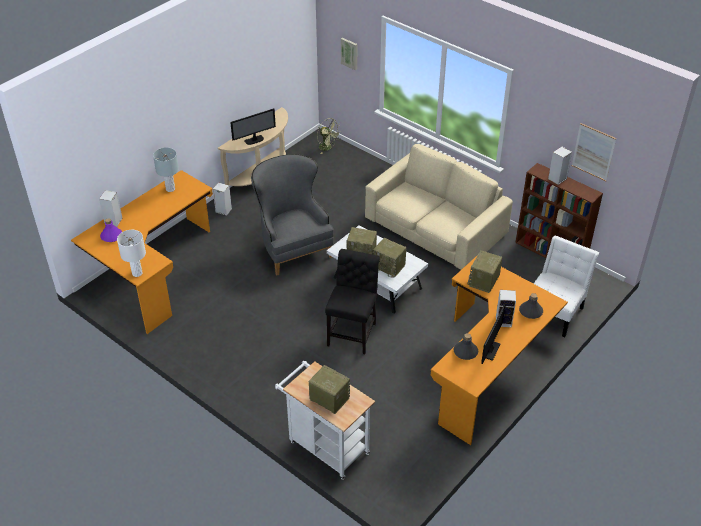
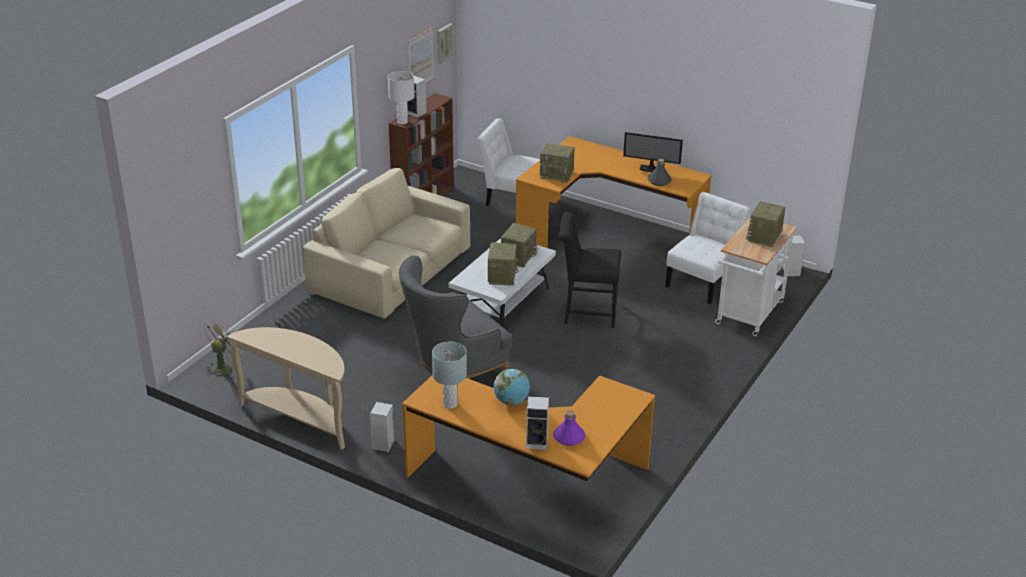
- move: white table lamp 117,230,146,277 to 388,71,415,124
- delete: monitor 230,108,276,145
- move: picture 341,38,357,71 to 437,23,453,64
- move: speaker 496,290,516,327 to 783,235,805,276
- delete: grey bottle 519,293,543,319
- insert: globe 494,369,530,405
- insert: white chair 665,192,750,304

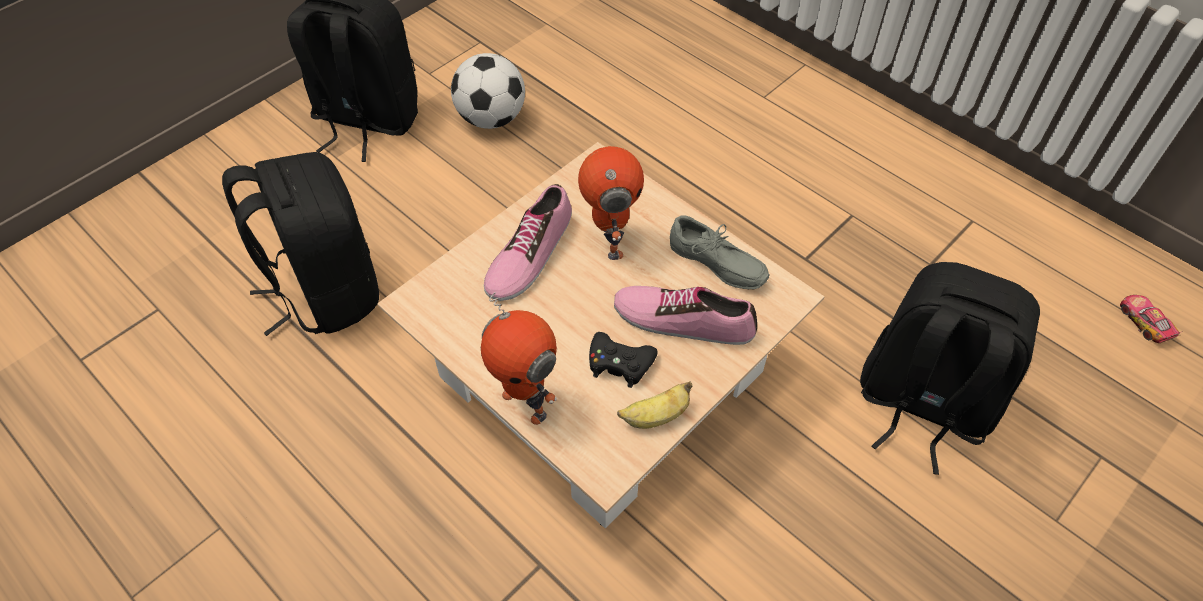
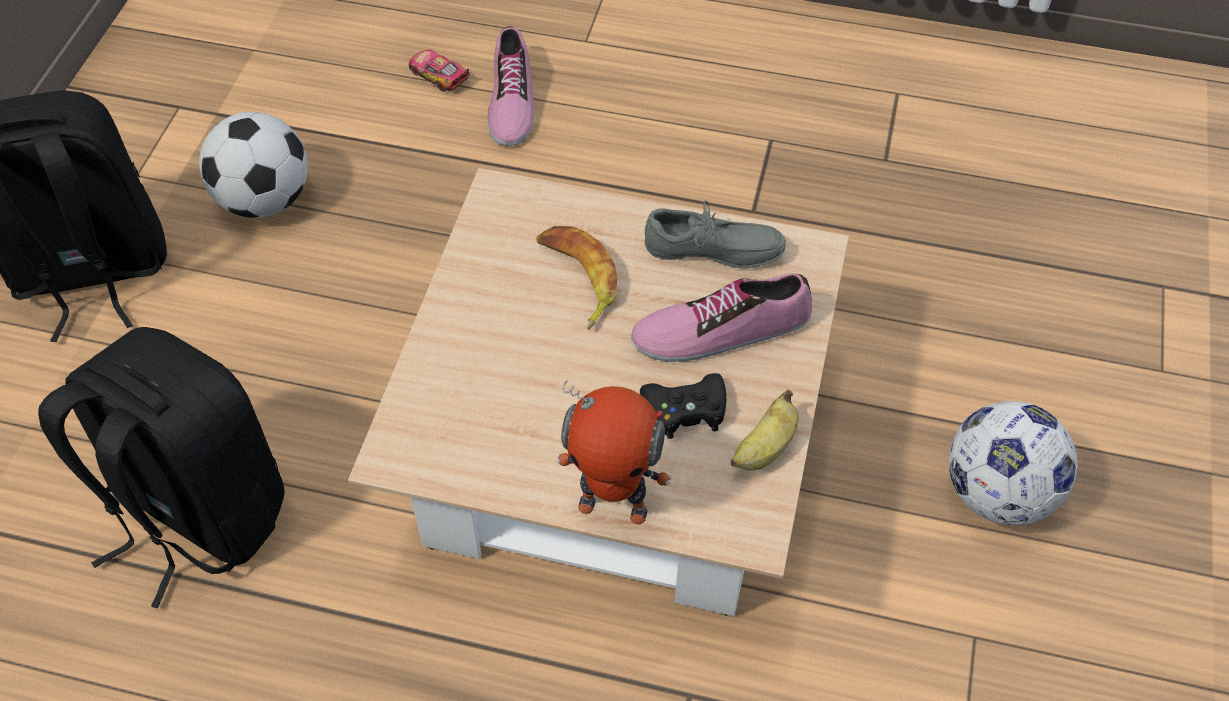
- move: shoe 484,184,572,301 to 487,26,535,146
- replace: toy robot 578,146,644,260 to banana 536,226,617,329
- delete: black backpack 860,262,1040,475
- move: toy car 1120,295,1183,343 to 409,50,470,92
- insert: football 948,401,1078,525

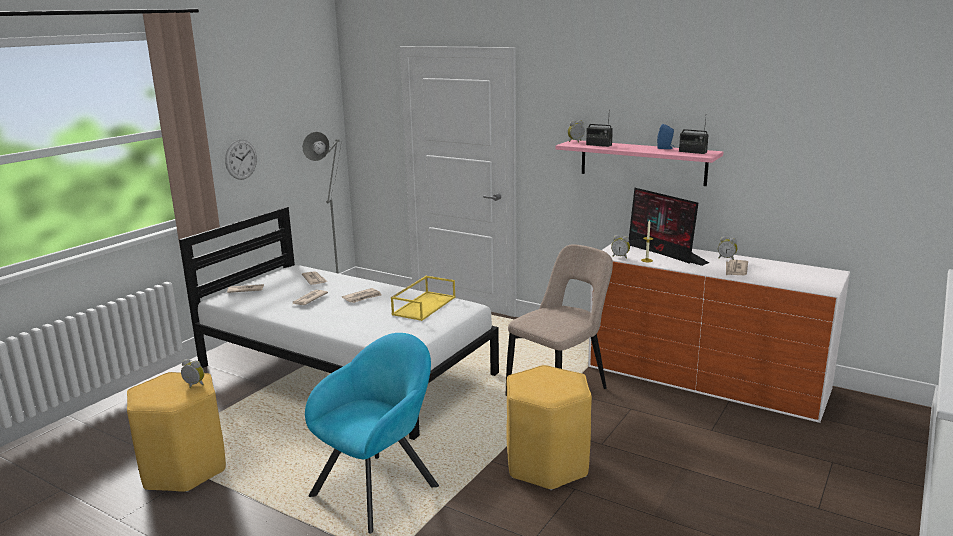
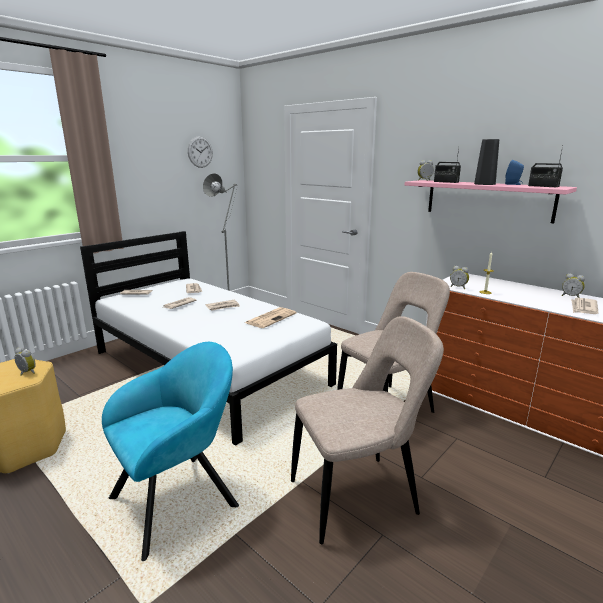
- move: wall clock 225,140,257,180 to 188,136,213,168
- replace: yellow tray 391,276,455,321 to newspaper 245,307,296,328
- replace: yellow stool 506,365,592,490 to beige chair 291,316,444,544
- delete: monitor 629,188,709,266
- insert: black vase 474,139,499,185

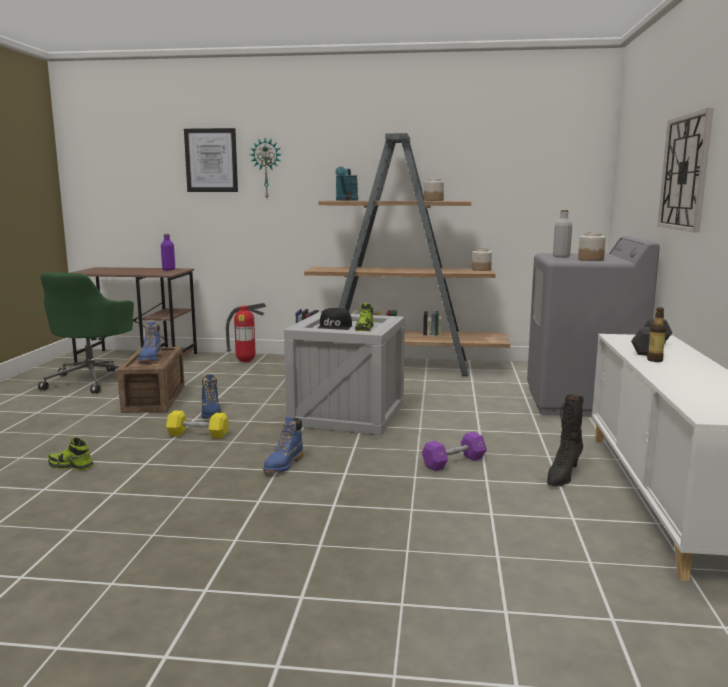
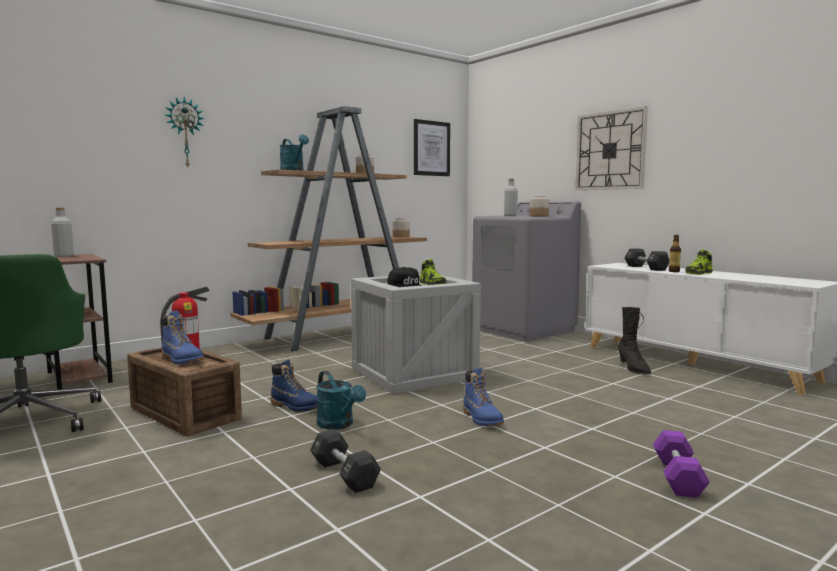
- move: shoe 48,438,93,470 to 685,250,712,275
- recolor: purple bottle 161,234,175,270 to grey bottle 51,208,74,257
- replace: yellow dumbbell 166,410,229,439 to turquoise watering can 316,371,366,430
- move: picture 184,128,238,192 to 414,119,450,176
- move: purple dumbbell 422,432,487,471 to 653,430,710,498
- insert: black dumbbell 310,429,381,493

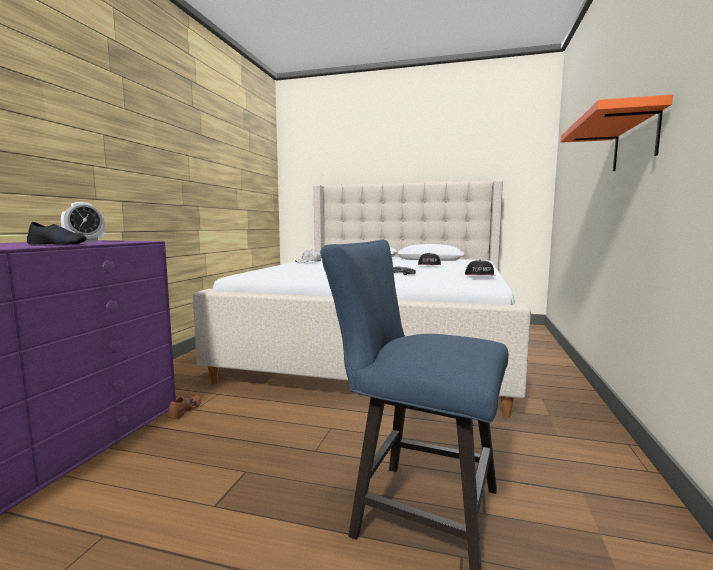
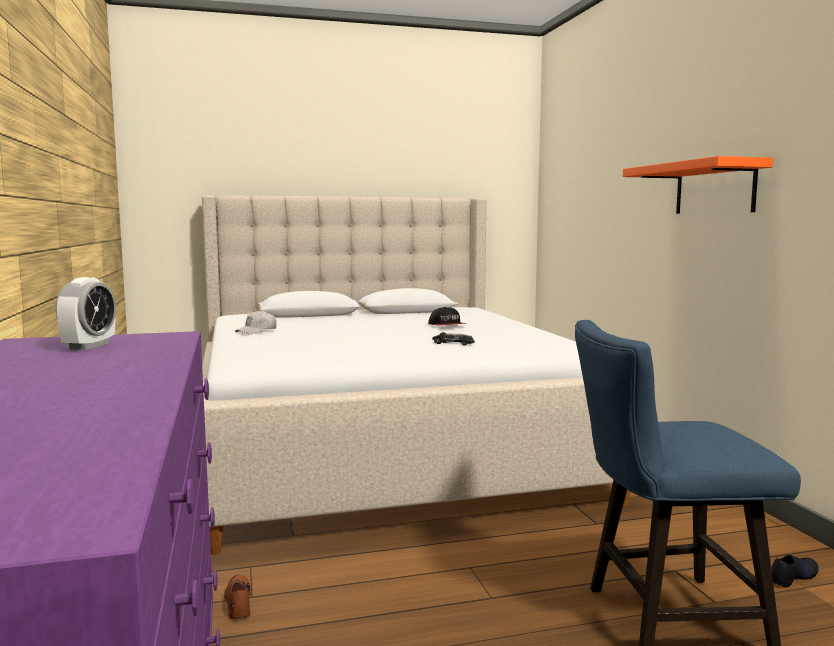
- move: black shoe 27,222,87,245 to 771,555,819,587
- delete: cap 465,260,497,276

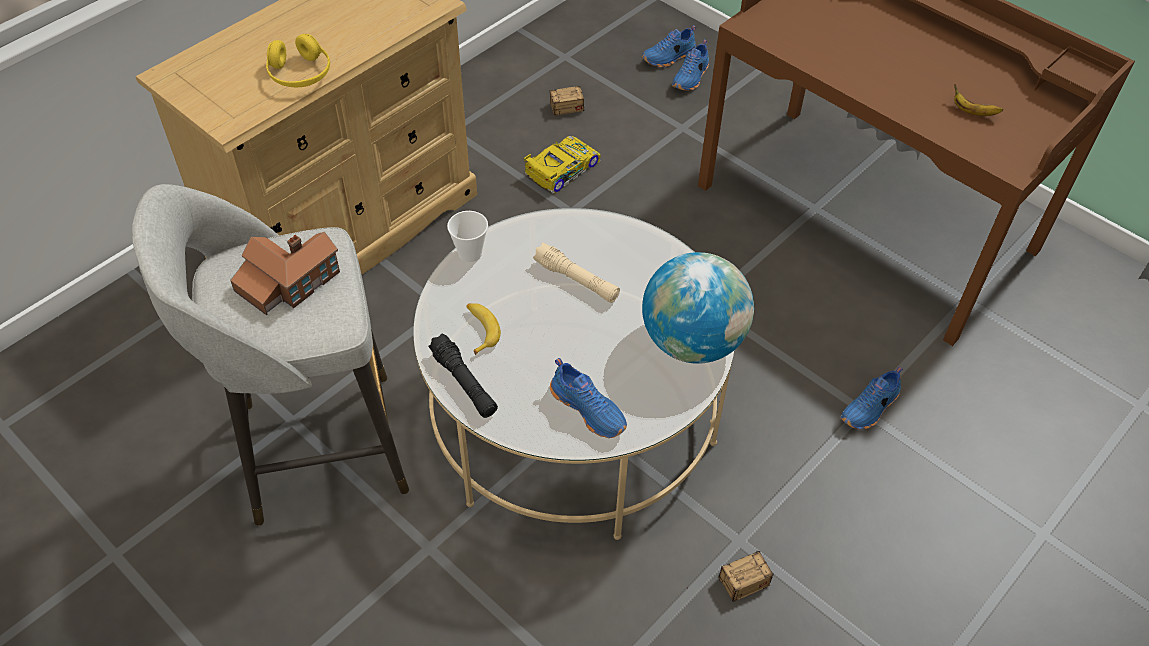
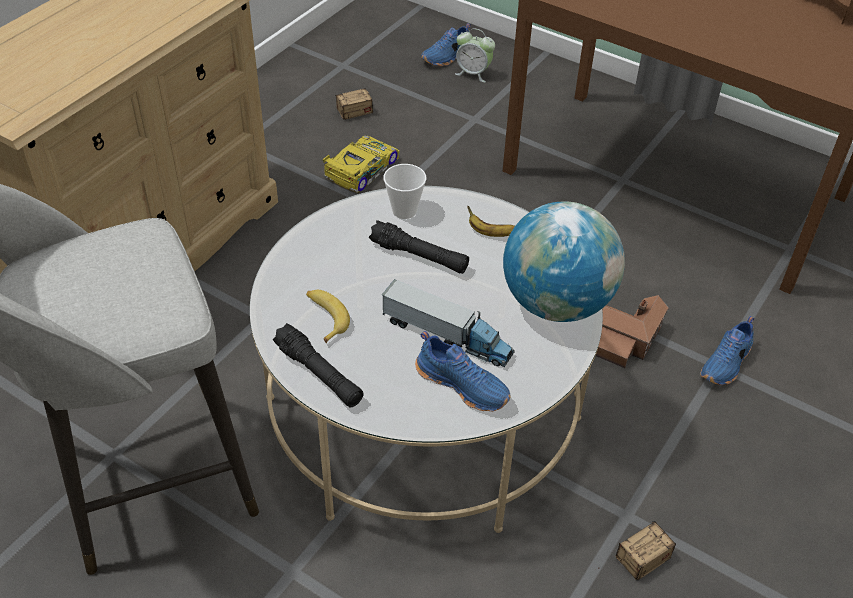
- move: toy house 230,232,340,316 to 596,295,669,368
- delete: yellow headphones 266,34,330,87
- move: cup 447,211,488,262 to 383,164,426,219
- recolor: beige flashlight 533,242,620,303 to black flashlight 369,220,469,274
- replace: blue shoe 672,40,709,91 to alarm clock 455,28,495,82
- move: banana 954,84,1003,116 to 468,206,515,237
- insert: toy truck 382,279,515,367

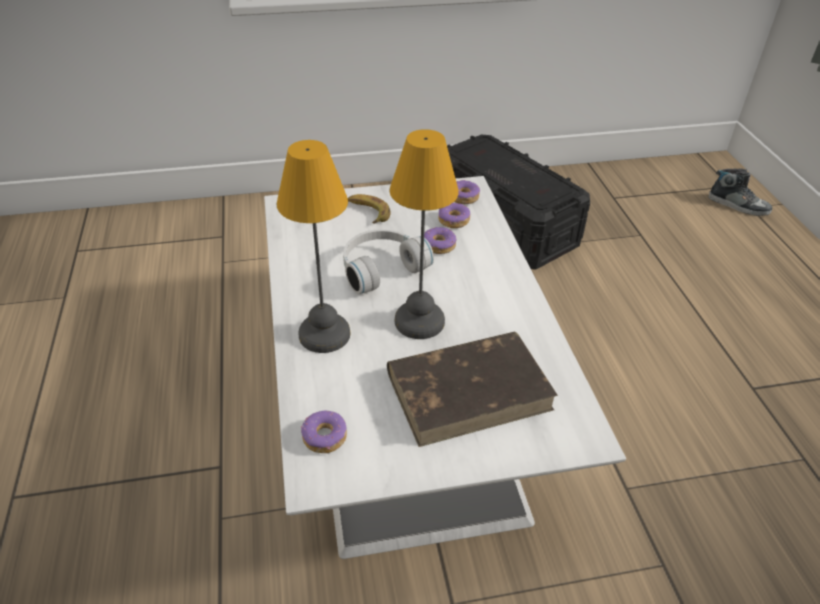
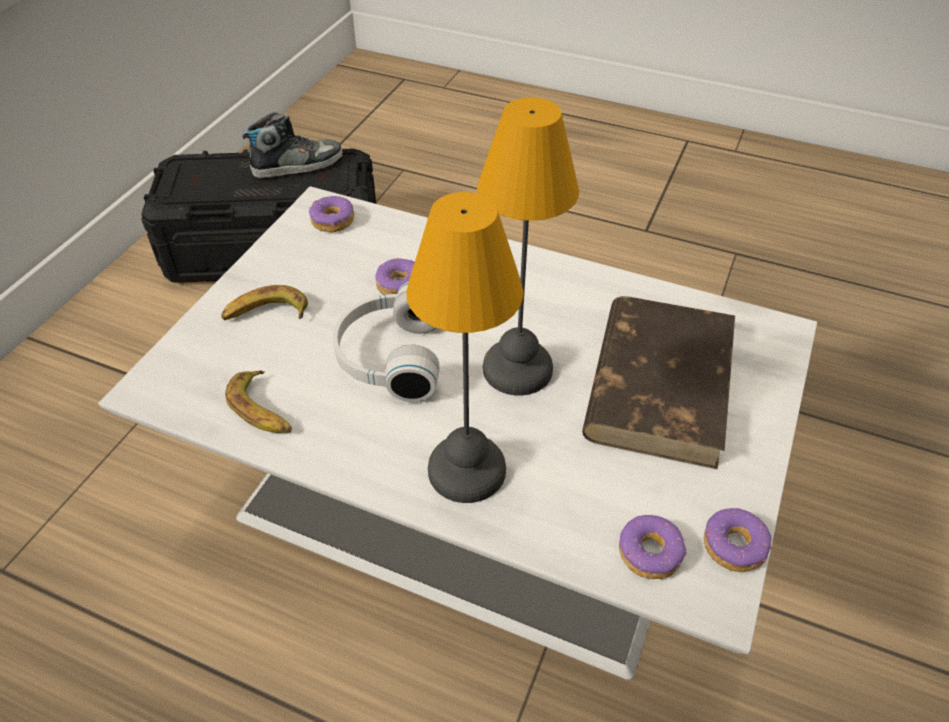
- move: donut 438,203,470,228 to 704,508,772,572
- move: shoe 709,168,772,216 to 242,112,343,178
- insert: banana 225,370,292,433

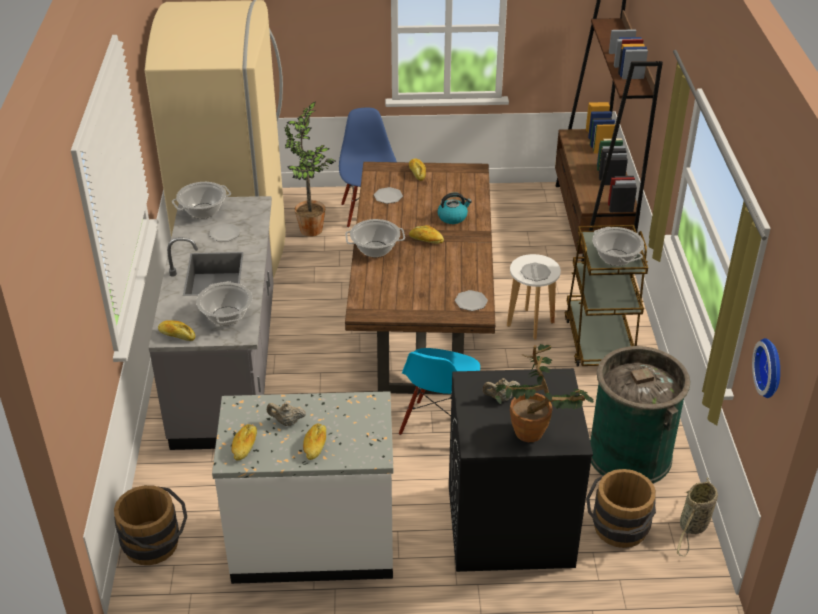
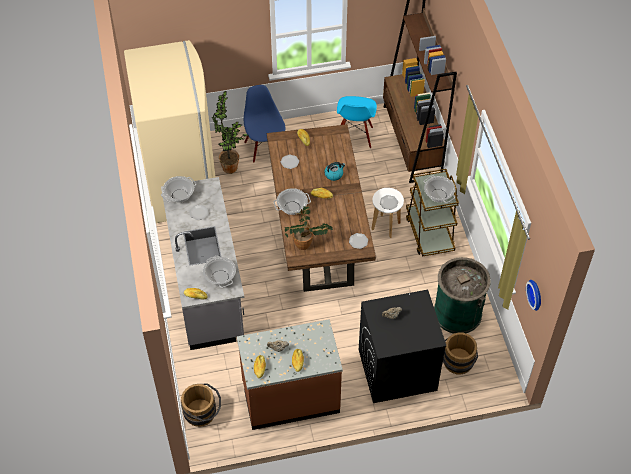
- recolor: white counter 212,391,393,584 to brown counter 237,319,343,430
- move: blue chair 399,348,480,435 to 337,96,377,149
- move: potted plant 495,344,594,442 to 284,206,333,250
- delete: basket 677,477,718,556

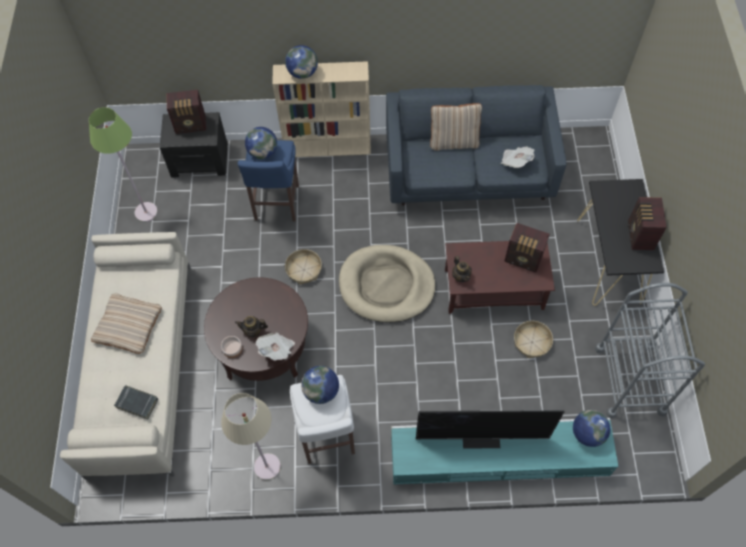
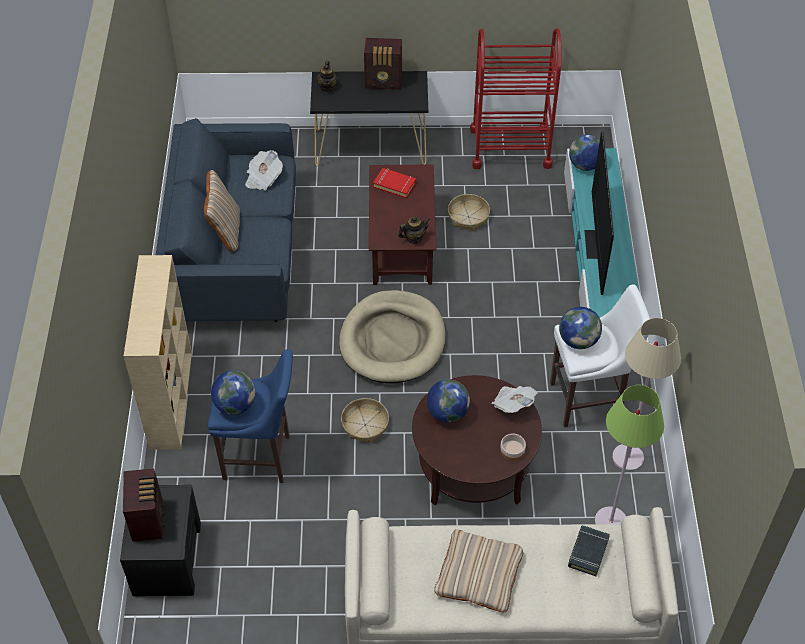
- move: green floor lamp 89,107,158,222 to 595,385,664,525
- move: teapot 235,316,268,337 to 316,61,338,92
- move: globe 285,45,318,79 to 427,379,470,423
- replace: radio 504,223,550,273 to red book 373,168,416,198
- recolor: grey cart 595,283,705,419 to red cart 470,28,561,169

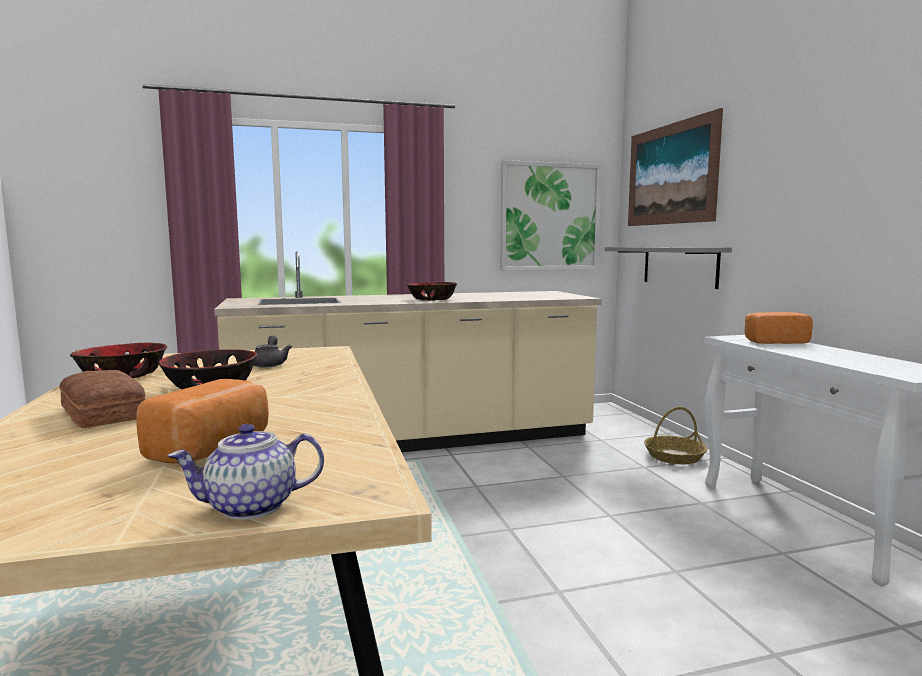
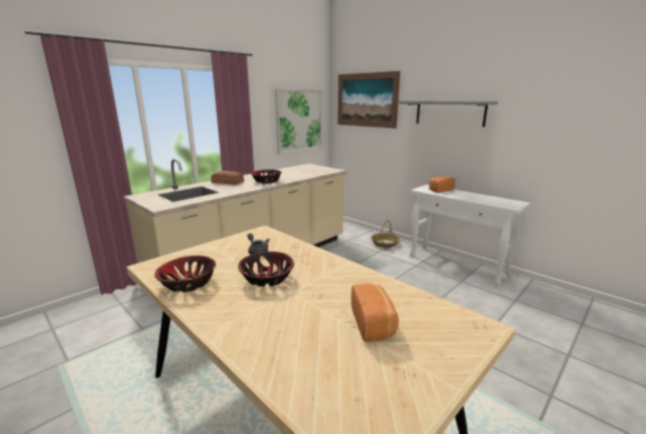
- move: bread 59,370,146,428 to 211,171,244,185
- delete: teapot 168,424,324,520
- move: grey shelf 605,247,732,289 to 398,101,498,127

